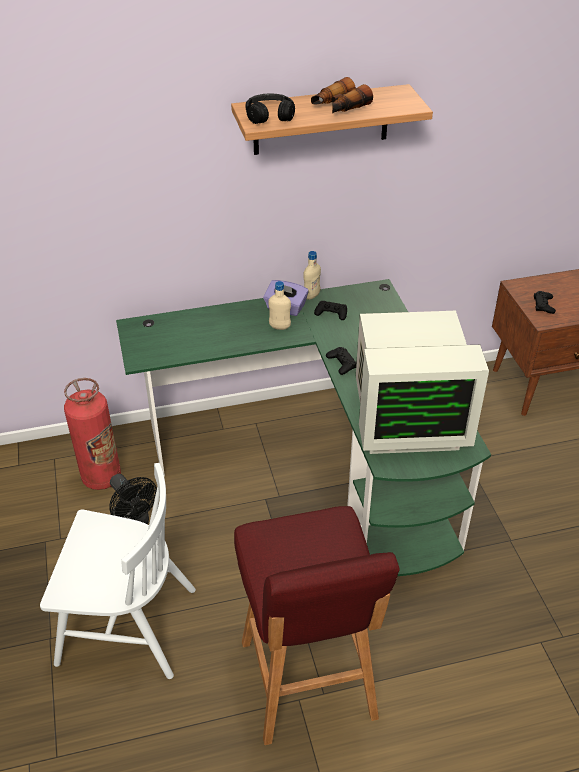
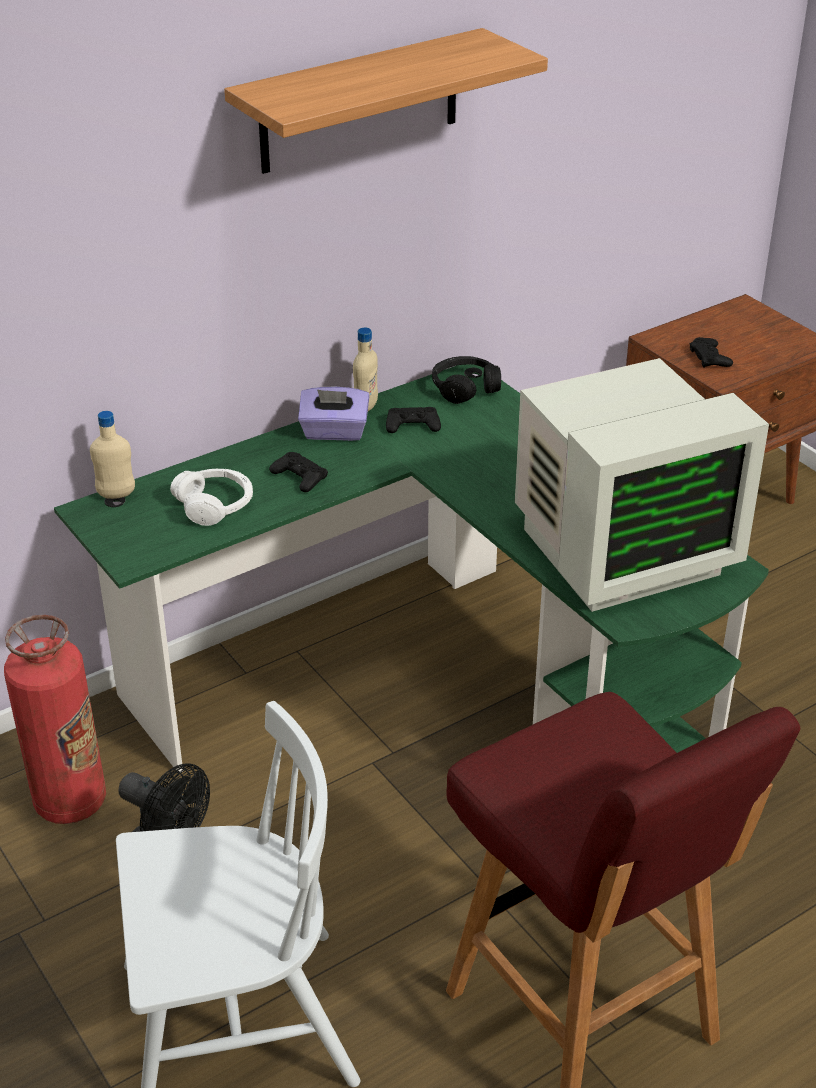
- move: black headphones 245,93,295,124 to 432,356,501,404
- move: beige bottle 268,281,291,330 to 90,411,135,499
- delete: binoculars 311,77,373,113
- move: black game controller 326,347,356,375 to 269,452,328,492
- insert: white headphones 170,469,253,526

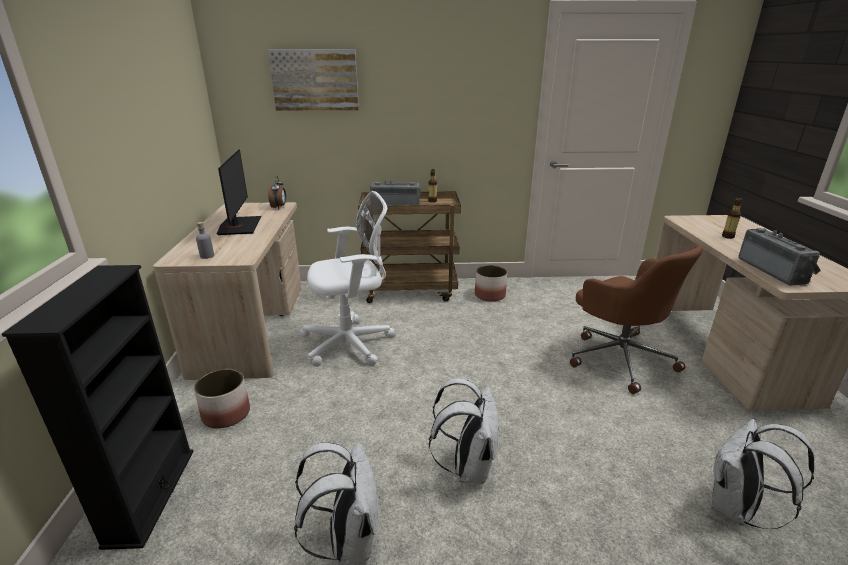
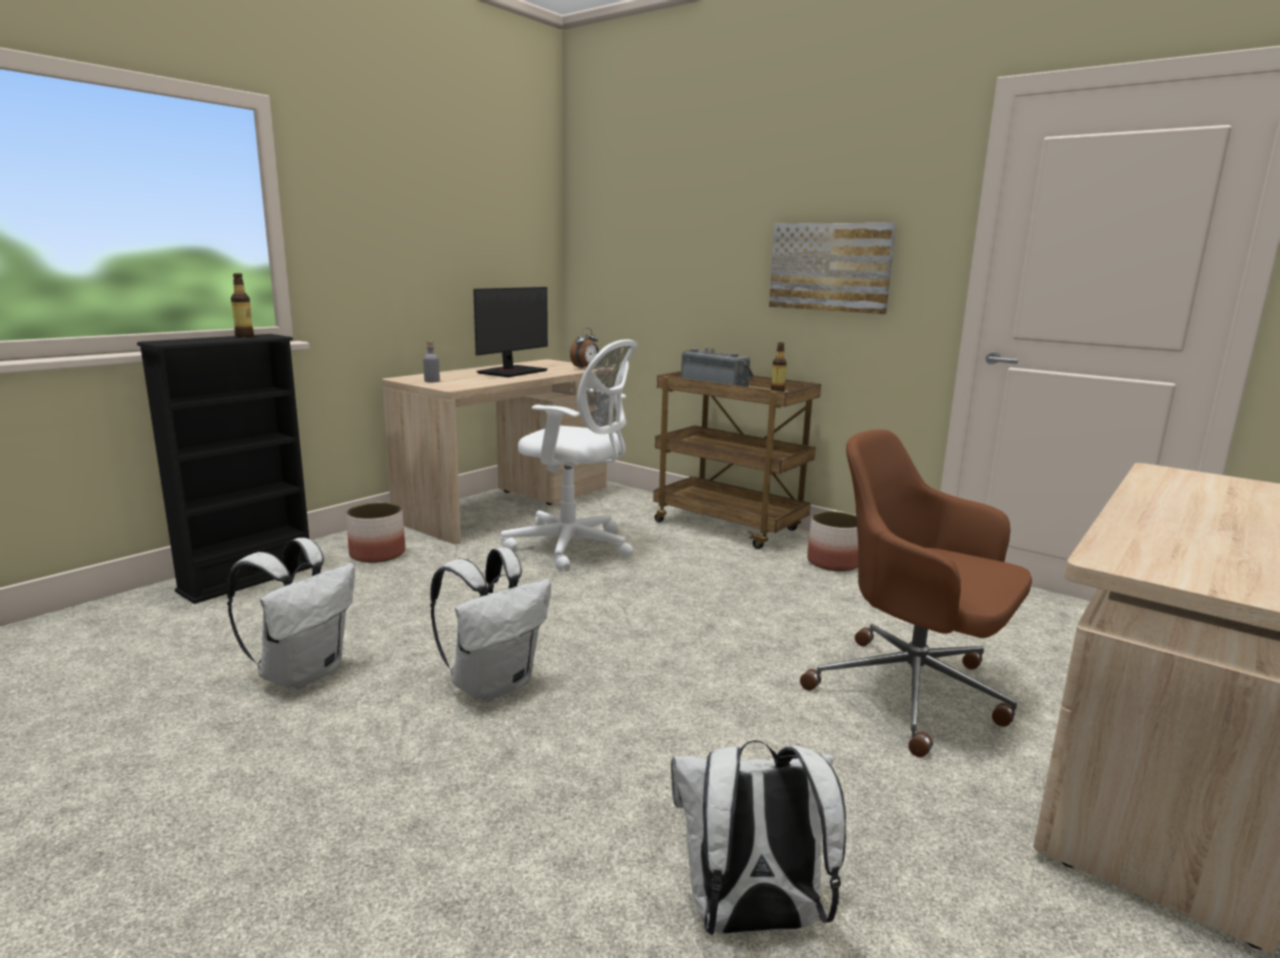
- move: picture 268,49,359,111 to 769,223,896,314
- rotate: brown office chair 570,245,703,394 = 800,430,1032,758 120 degrees clockwise
- move: bottle 722,198,742,239 to 231,273,254,337
- delete: radio 738,228,821,285

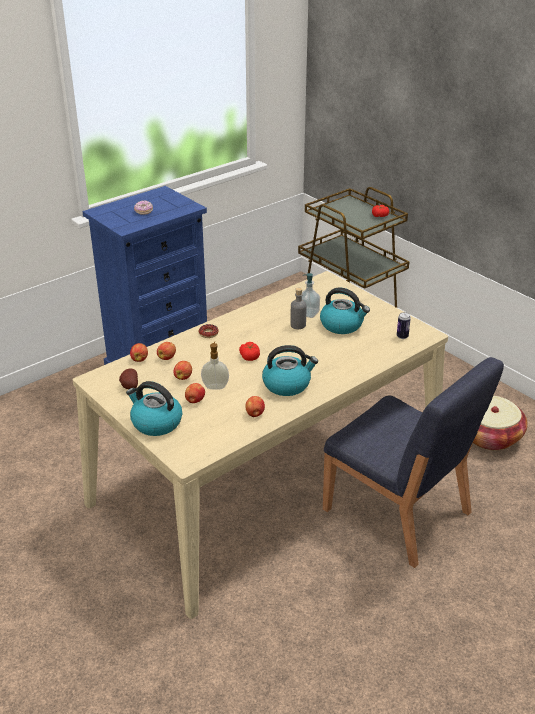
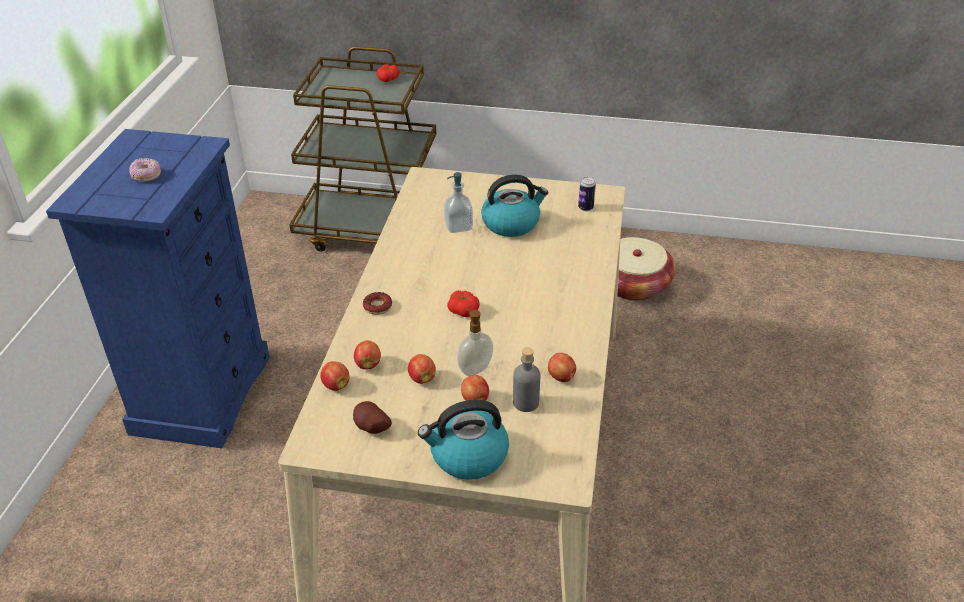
- delete: kettle 262,345,318,396
- move: grey bottle 290,288,307,329 to 513,347,540,412
- delete: blue chair 323,357,504,568

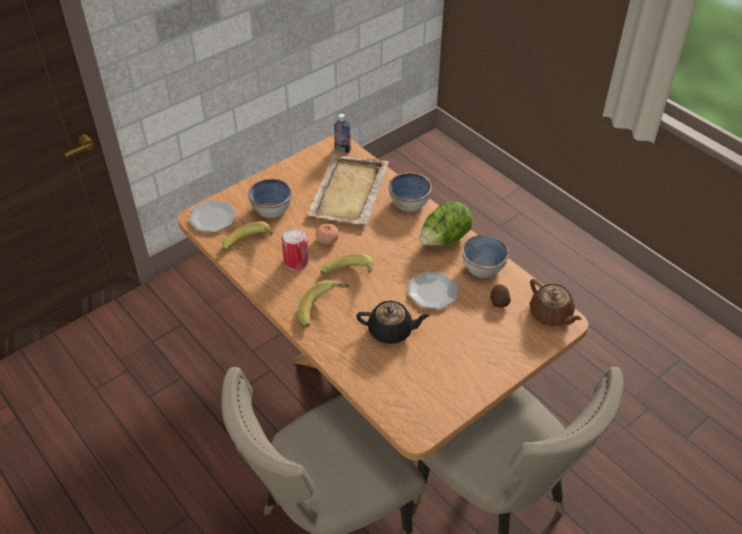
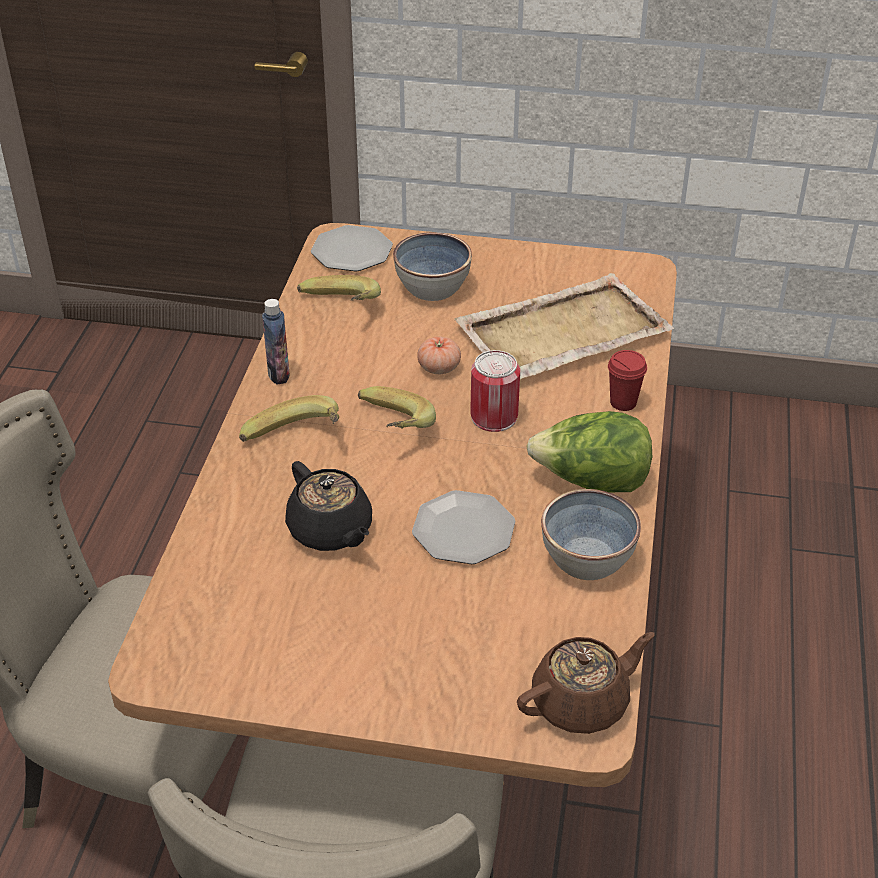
- move: can 282,228,309,270 to 470,350,520,432
- move: bottle 334,114,351,153 to 262,299,290,385
- replace: bowl 388,172,432,212 to red cup 608,350,647,411
- delete: potato 490,284,511,307
- rotate: brown teapot 530,279,582,326 = 517,632,655,734 135 degrees counterclockwise

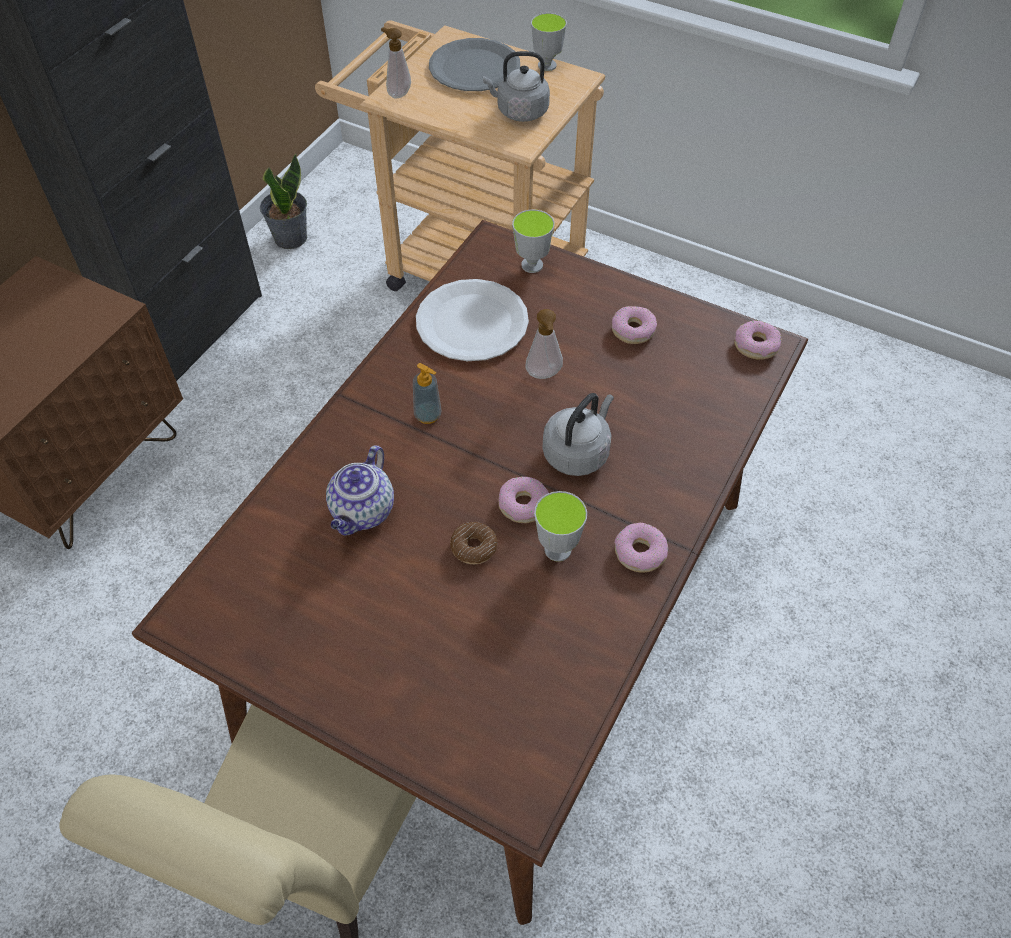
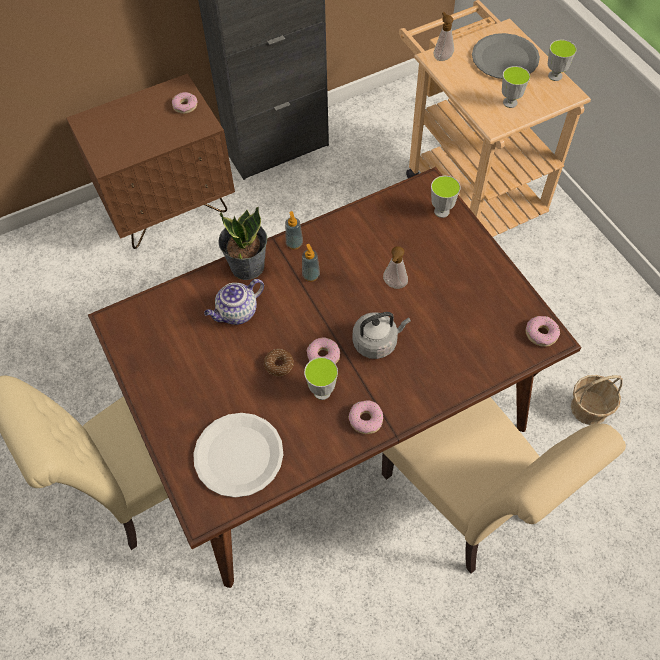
- move: potted plant 260,154,307,249 to 218,207,267,280
- move: white plate 416,279,529,361 to 193,413,283,498
- replace: grey kettle 483,51,550,122 to cup 502,66,530,108
- move: donut 612,306,657,344 to 172,92,197,114
- insert: soap dispenser 285,211,303,249
- insert: beige chair 382,397,626,574
- insert: basket 571,375,623,425

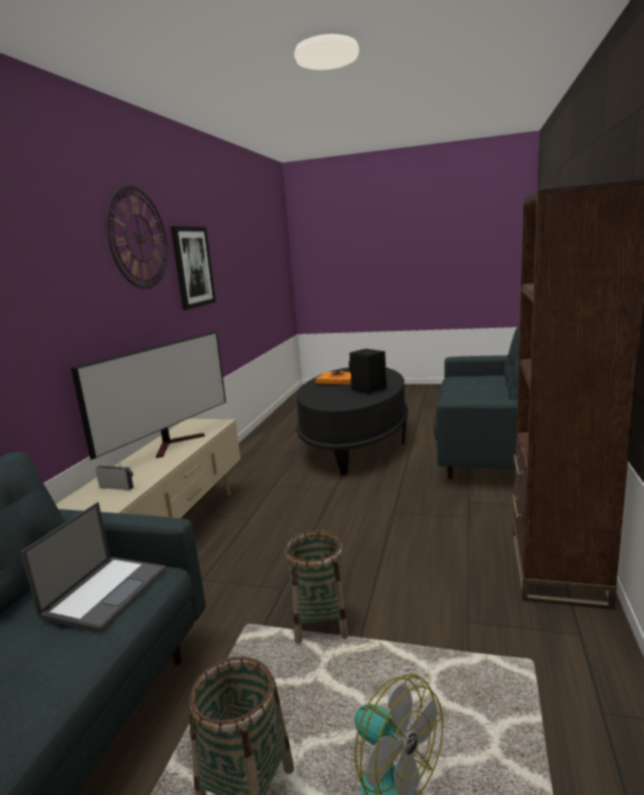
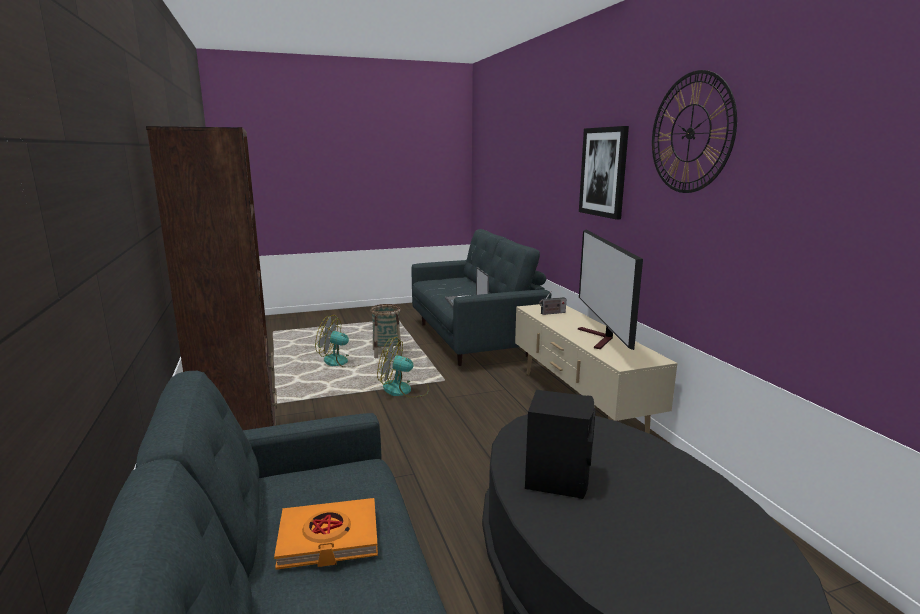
- move: picture 171,226,216,310 to 579,126,629,220
- replace: basket 284,530,348,644 to fan 377,337,429,398
- move: orange book 315,371,351,385 to 274,498,378,570

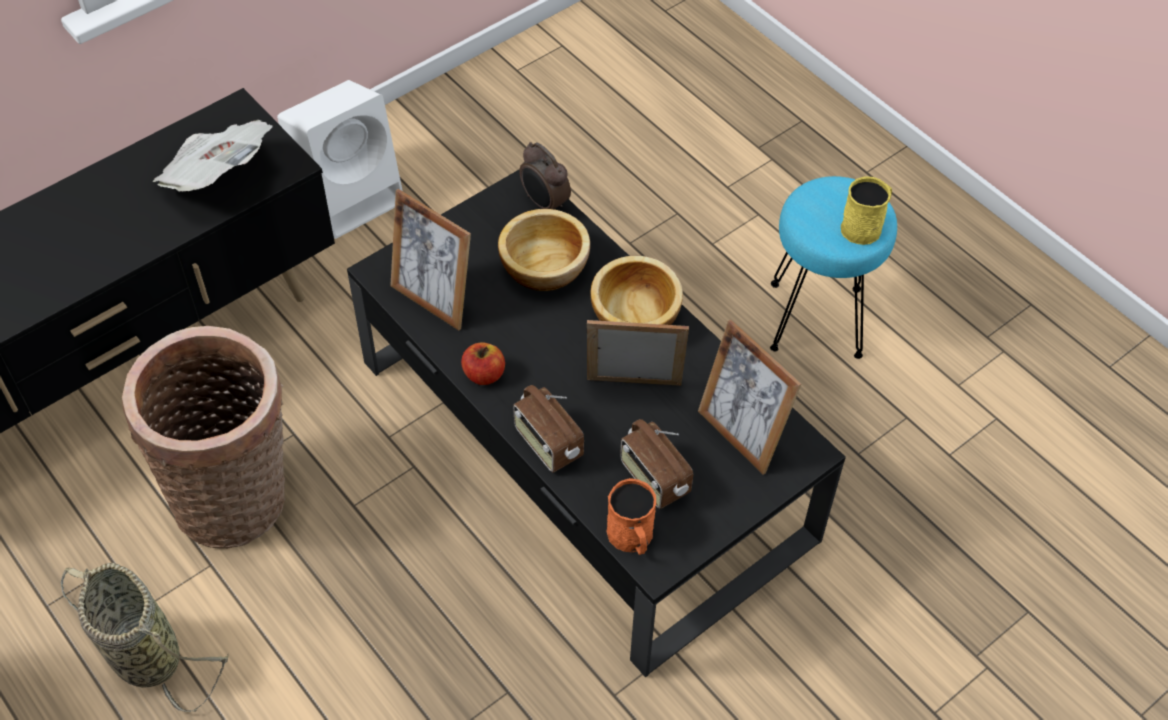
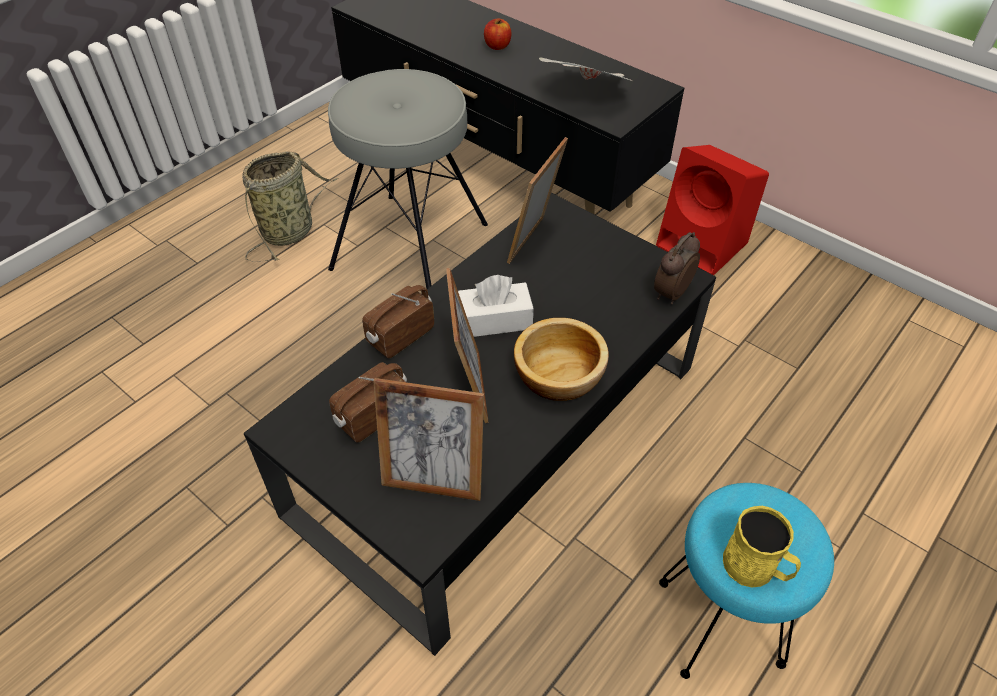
- replace: basket 122,326,285,549 to grey stool 328,69,488,289
- recolor: white speaker 277,80,403,239 to red speaker 656,145,769,275
- move: apple 461,342,505,385 to 484,18,511,50
- delete: bowl 498,209,590,291
- delete: orange mug 606,478,656,555
- rotate: picture frame 698,319,802,475 = 373,378,484,501 120 degrees counterclockwise
- insert: white tissue box 458,275,534,337

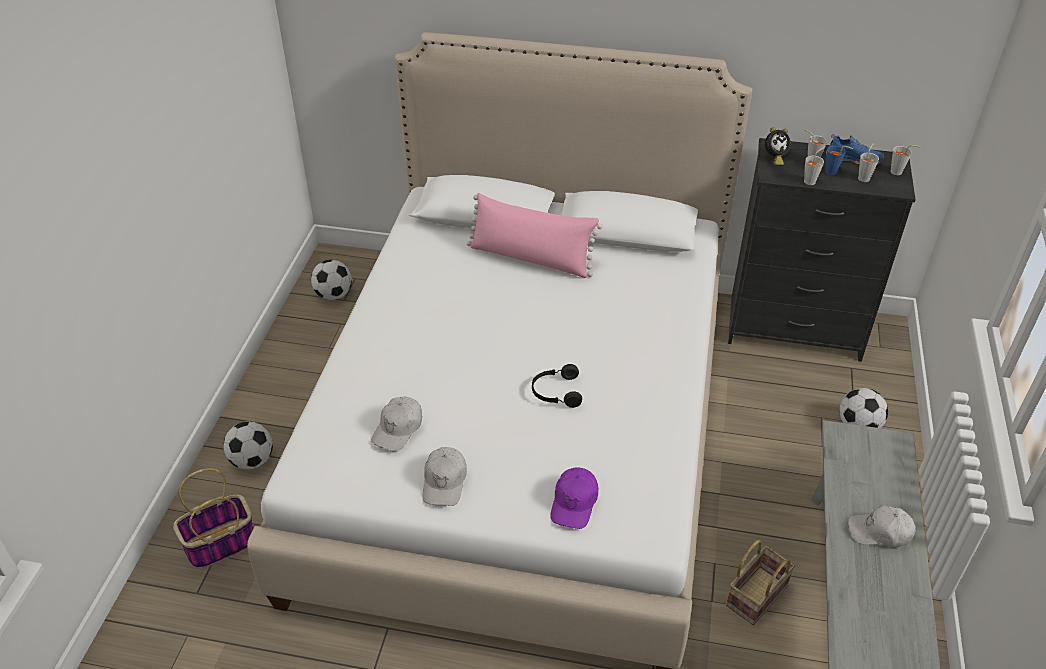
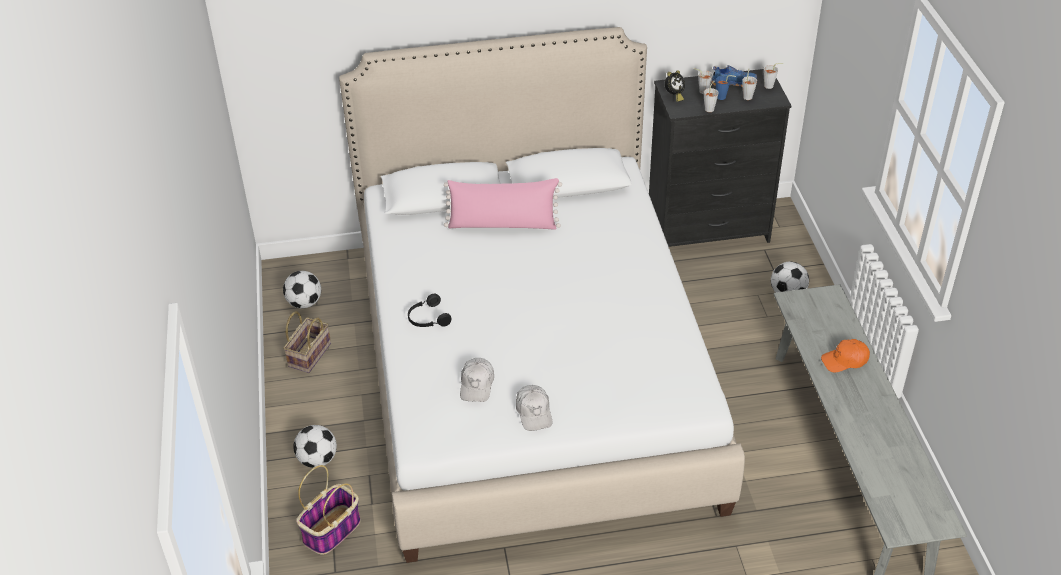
- move: black headphones 532,364,582,408 to 408,294,451,327
- delete: purple cap 550,467,598,529
- move: basket 726,540,795,625 to 283,311,331,373
- recolor: white cap 848,505,916,548 to orange cap 821,339,870,372

